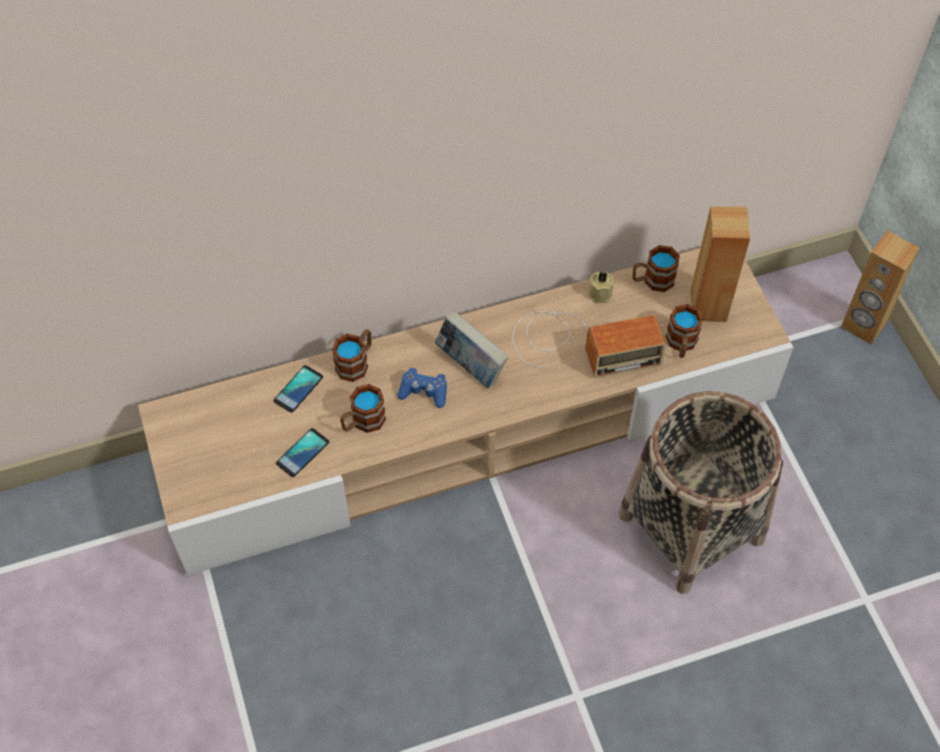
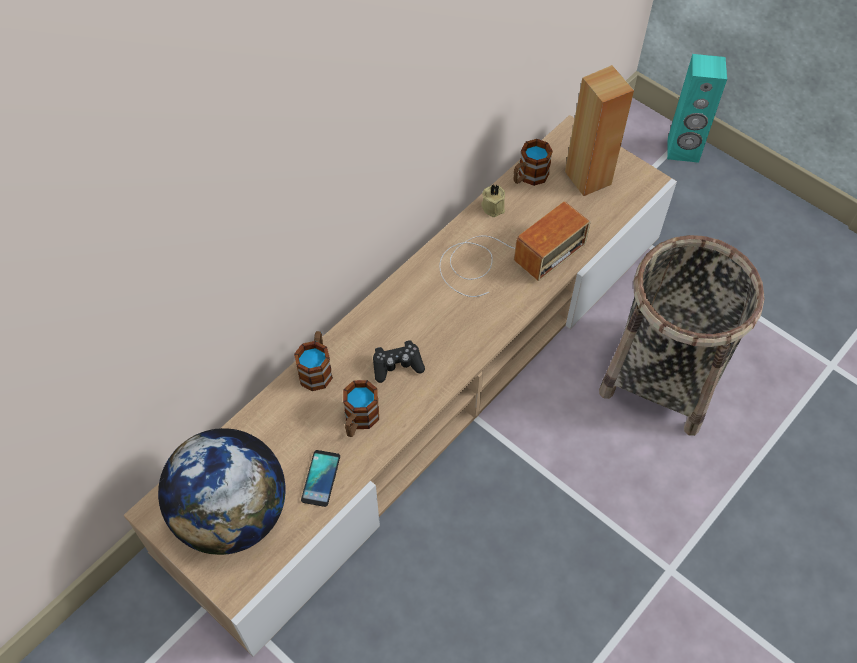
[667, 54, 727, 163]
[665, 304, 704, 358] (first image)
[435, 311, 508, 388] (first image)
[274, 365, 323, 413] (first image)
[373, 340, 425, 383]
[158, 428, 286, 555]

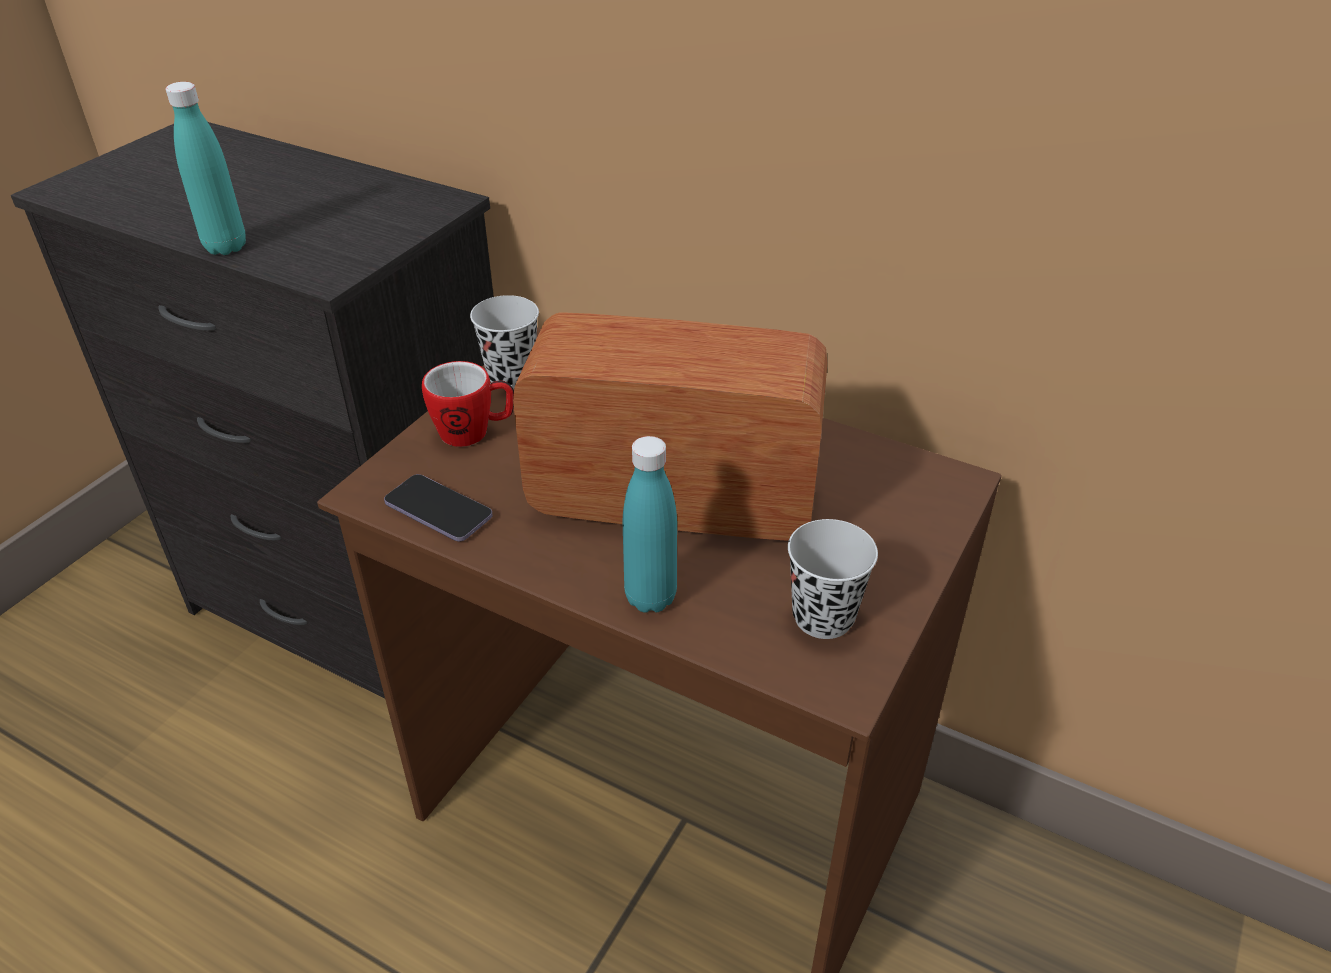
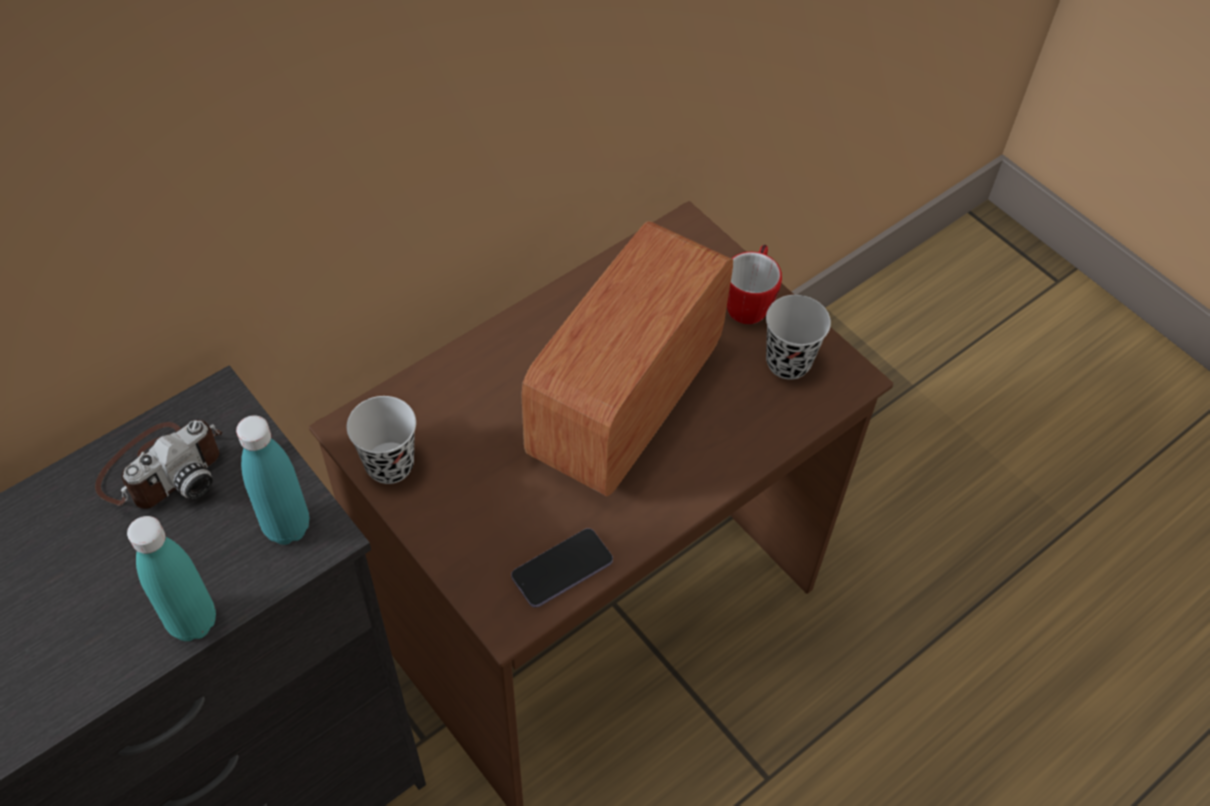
[727, 245, 782, 324]
[236, 415, 309, 545]
[95, 420, 222, 509]

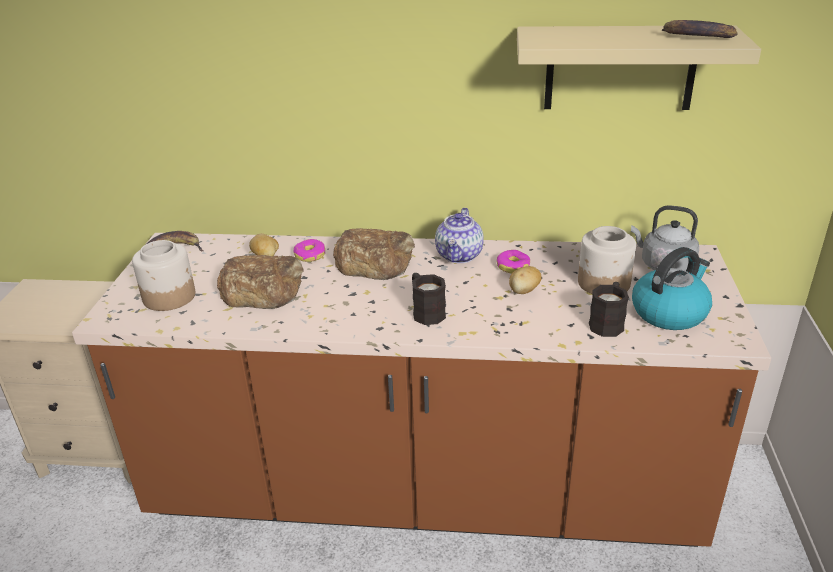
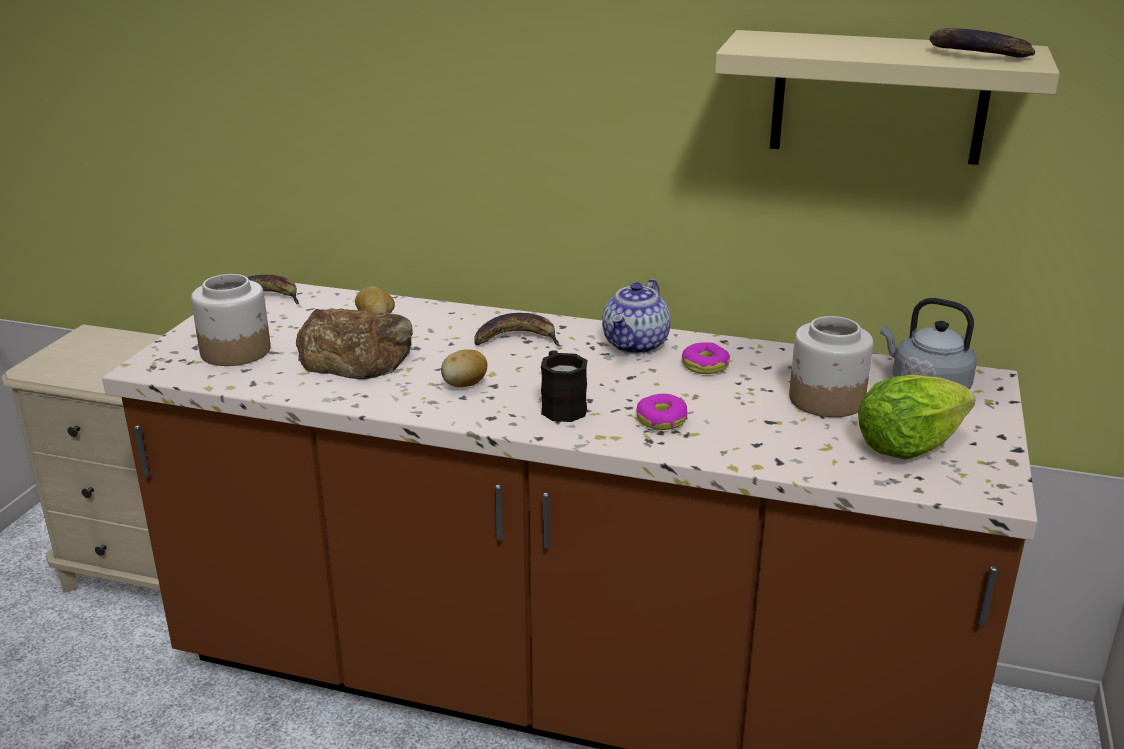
[474, 313, 561, 346]
[636, 393, 688, 430]
[858, 375, 976, 459]
[441, 350, 487, 387]
[589, 282, 629, 337] (first image)

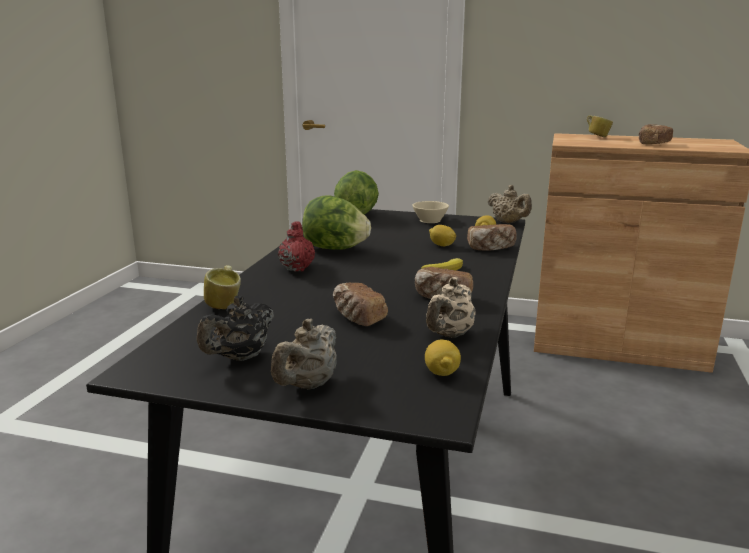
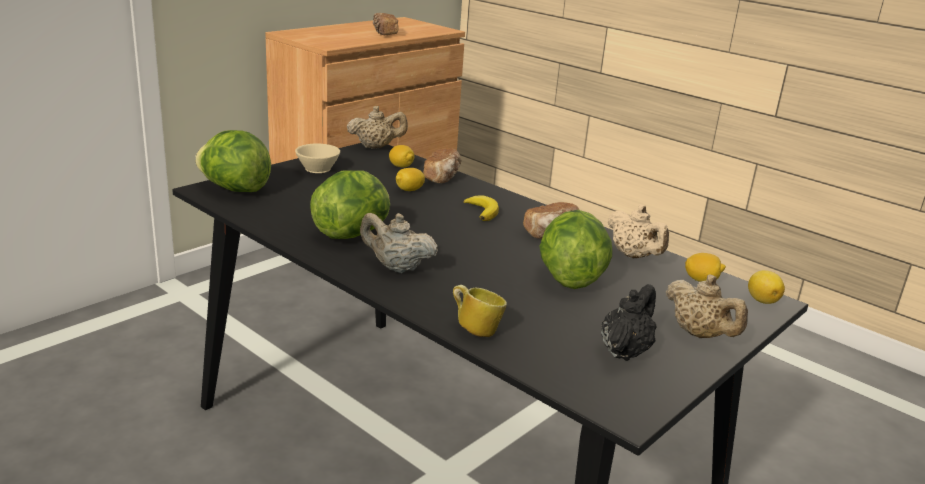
[587, 116, 613, 137] (first image)
[360, 213, 438, 273]
[540, 210, 613, 289]
[601, 284, 657, 361]
[748, 270, 785, 304]

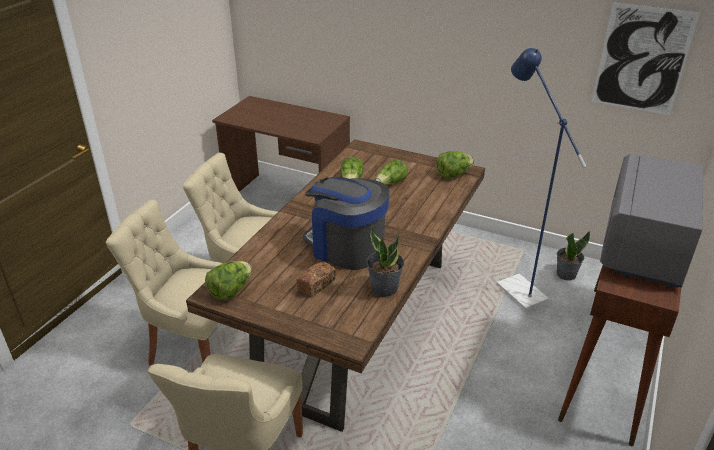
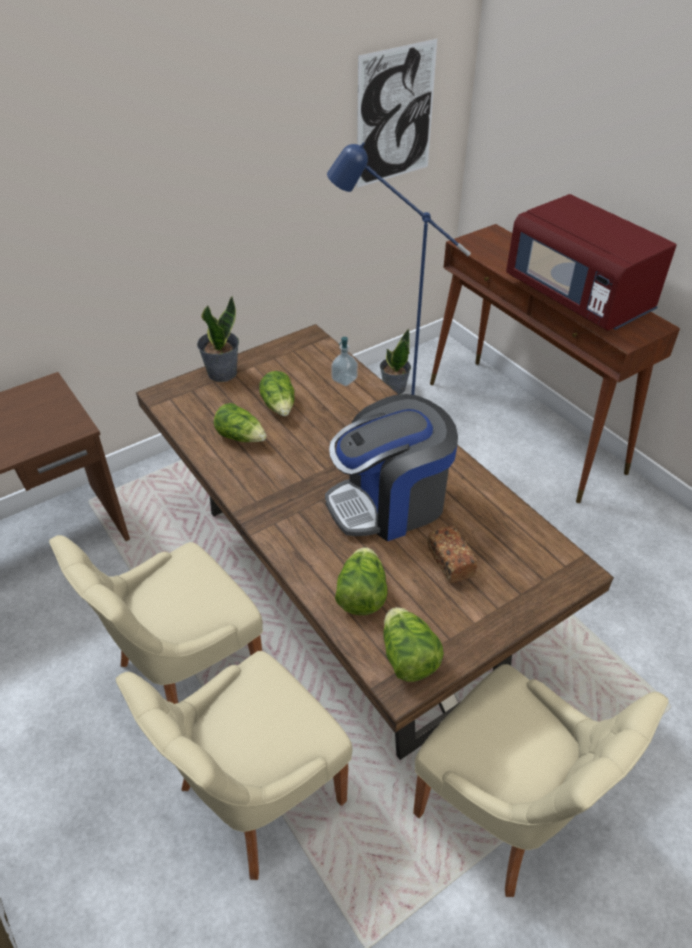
[335, 547, 387, 615]
[506, 194, 677, 331]
[197, 296, 239, 382]
[331, 337, 358, 386]

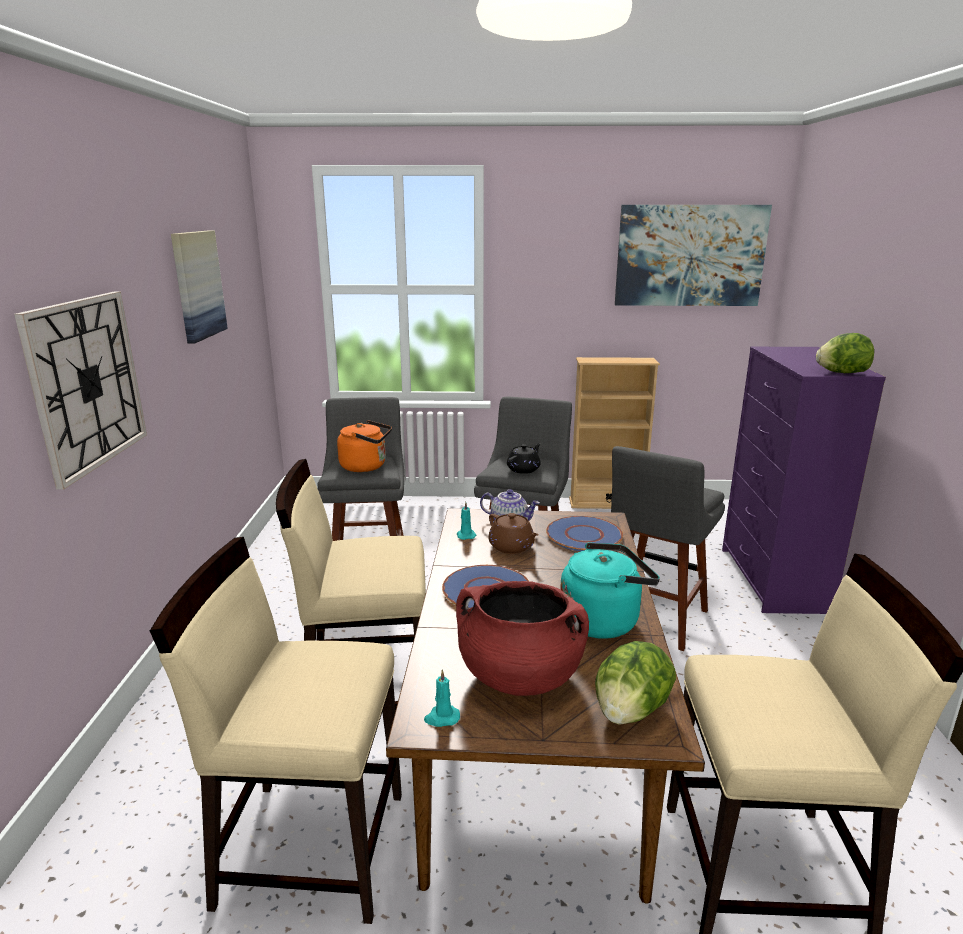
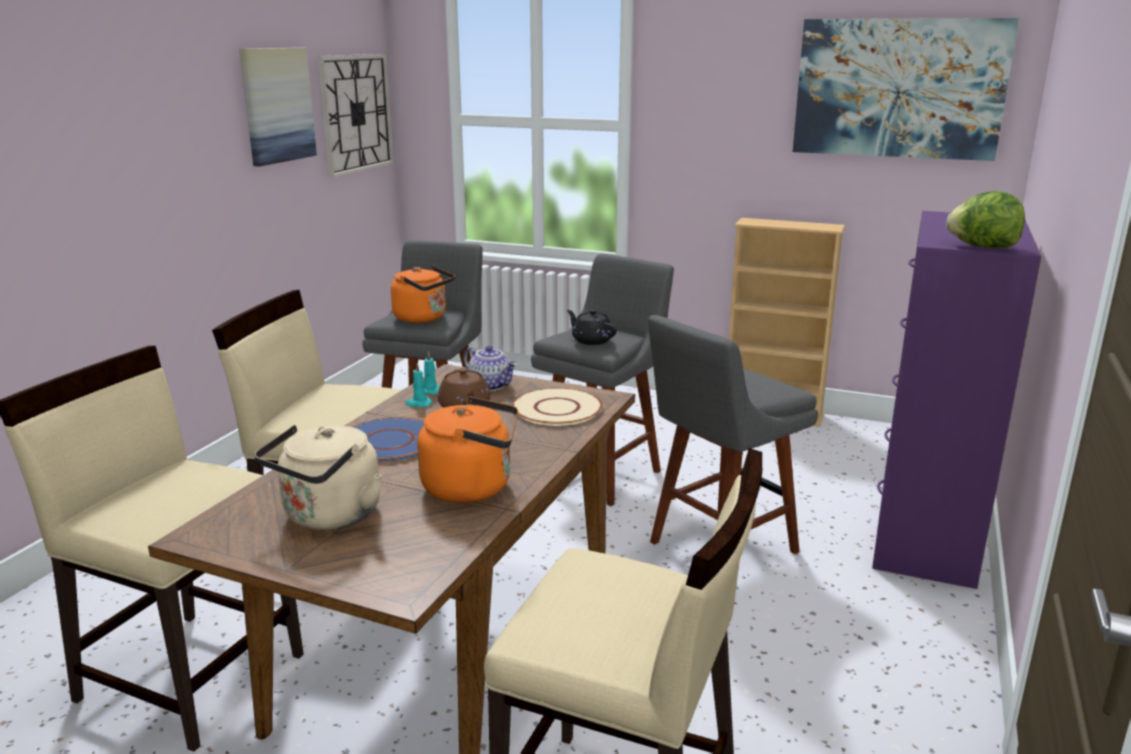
[317, 54, 394, 178]
[567, 310, 617, 345]
[512, 388, 603, 426]
[417, 397, 518, 503]
[254, 425, 382, 530]
[595, 641, 676, 725] (first image)
[405, 363, 433, 407]

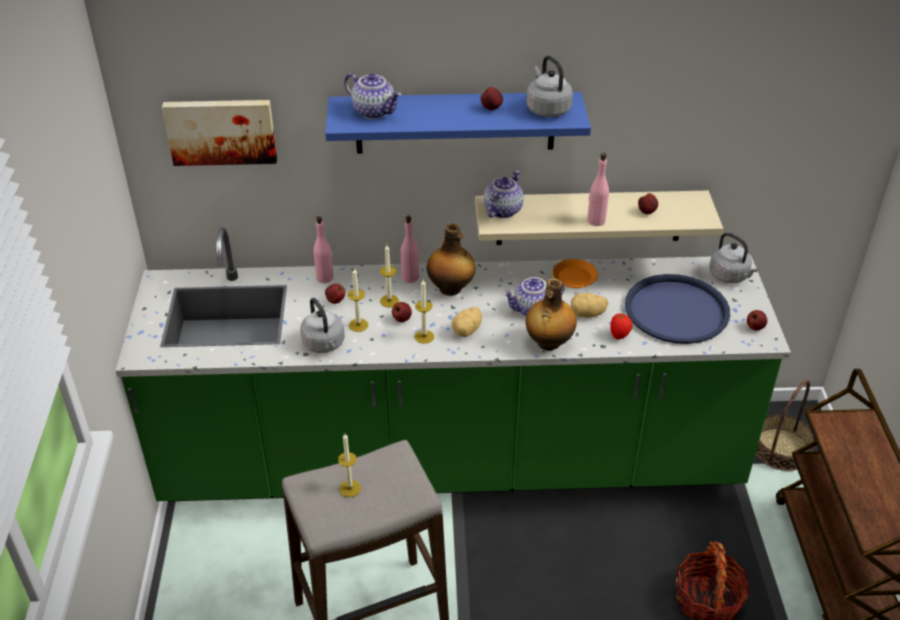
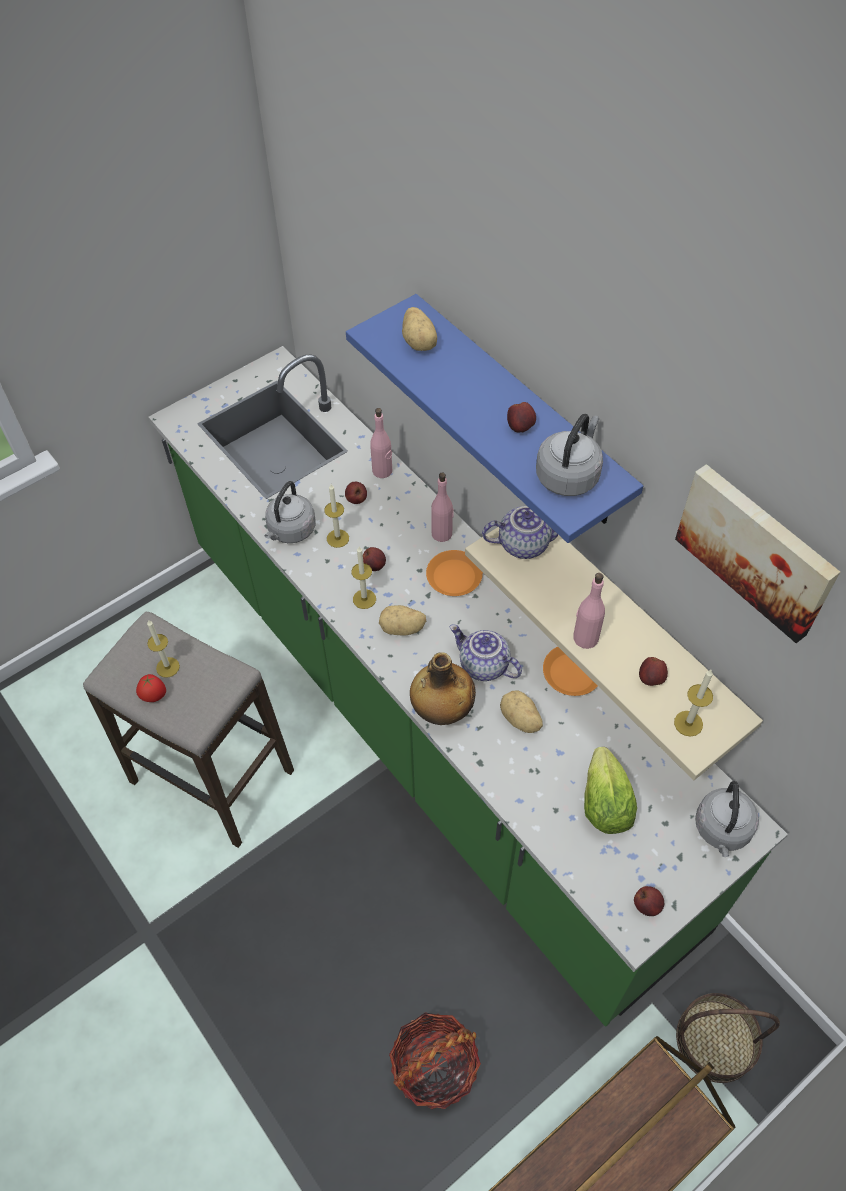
[402, 307, 437, 351]
[675, 464, 840, 643]
[426, 550, 483, 596]
[674, 670, 713, 737]
[584, 747, 637, 834]
[136, 674, 166, 702]

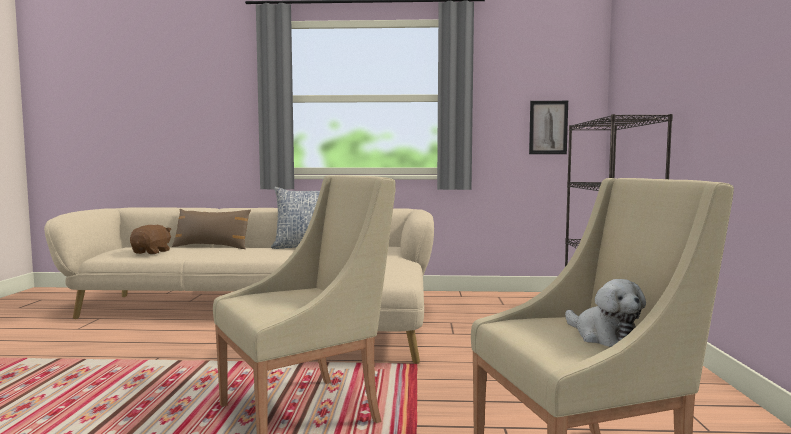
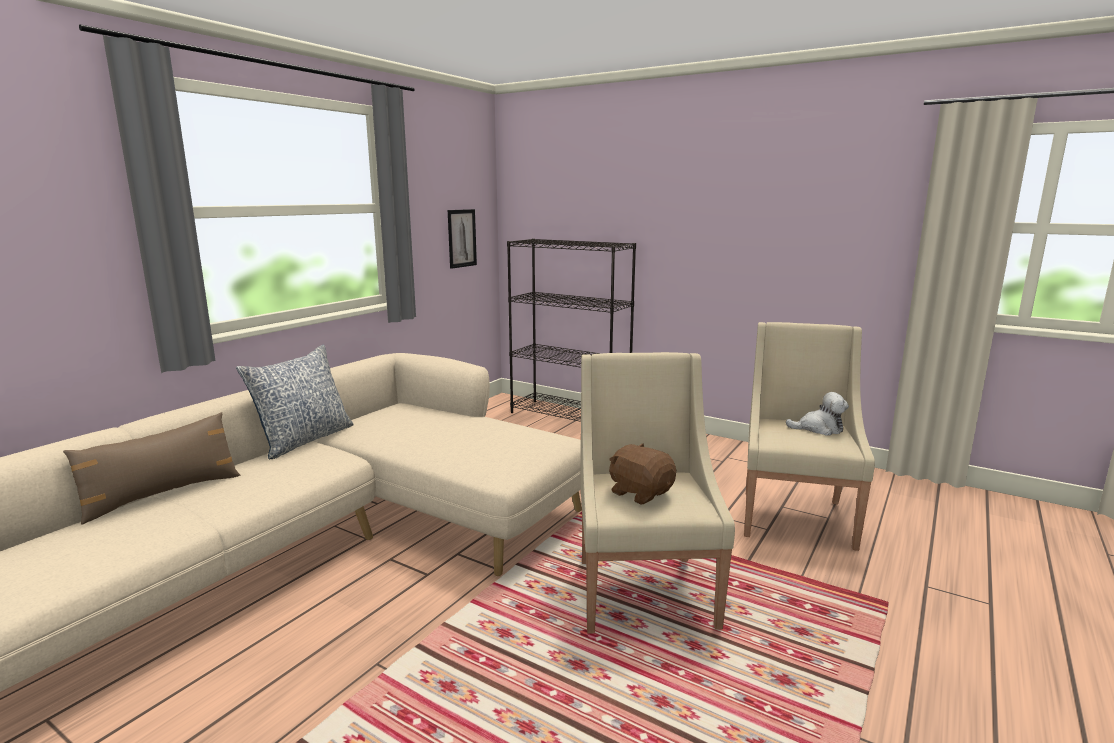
[609, 443, 676, 505]

